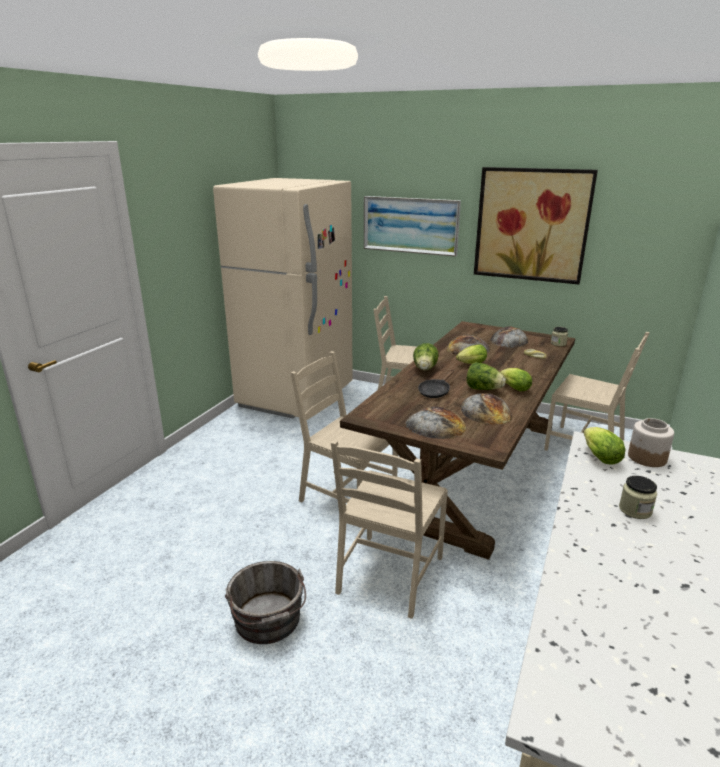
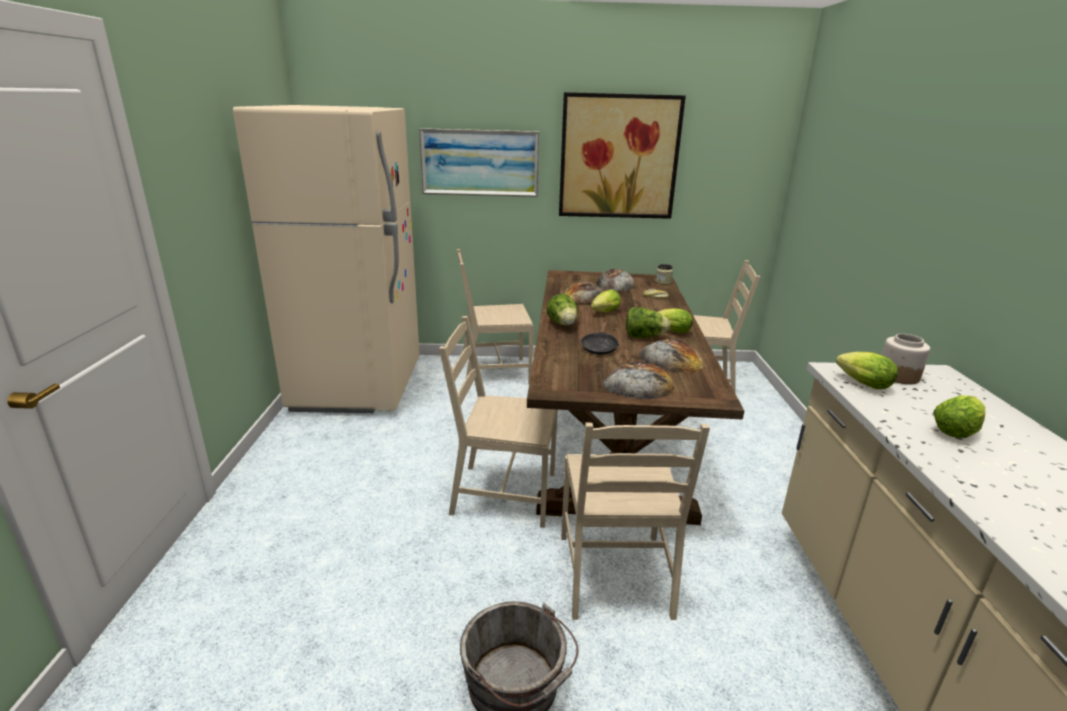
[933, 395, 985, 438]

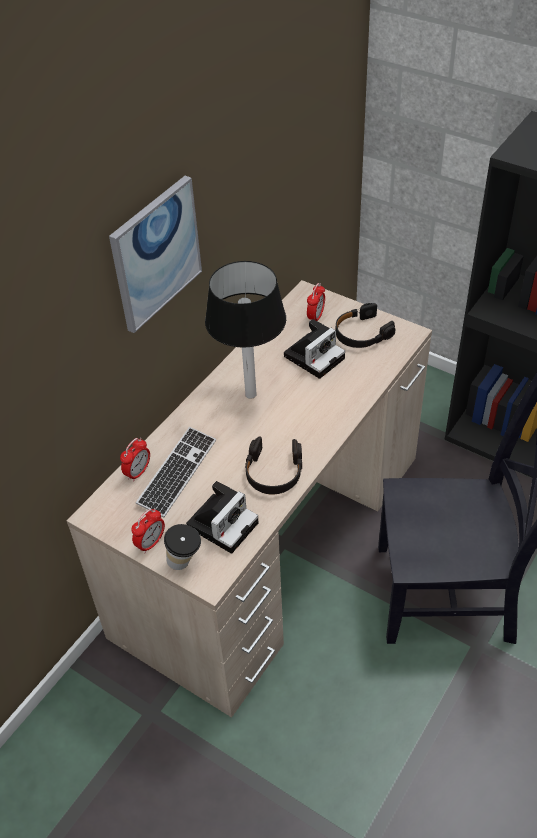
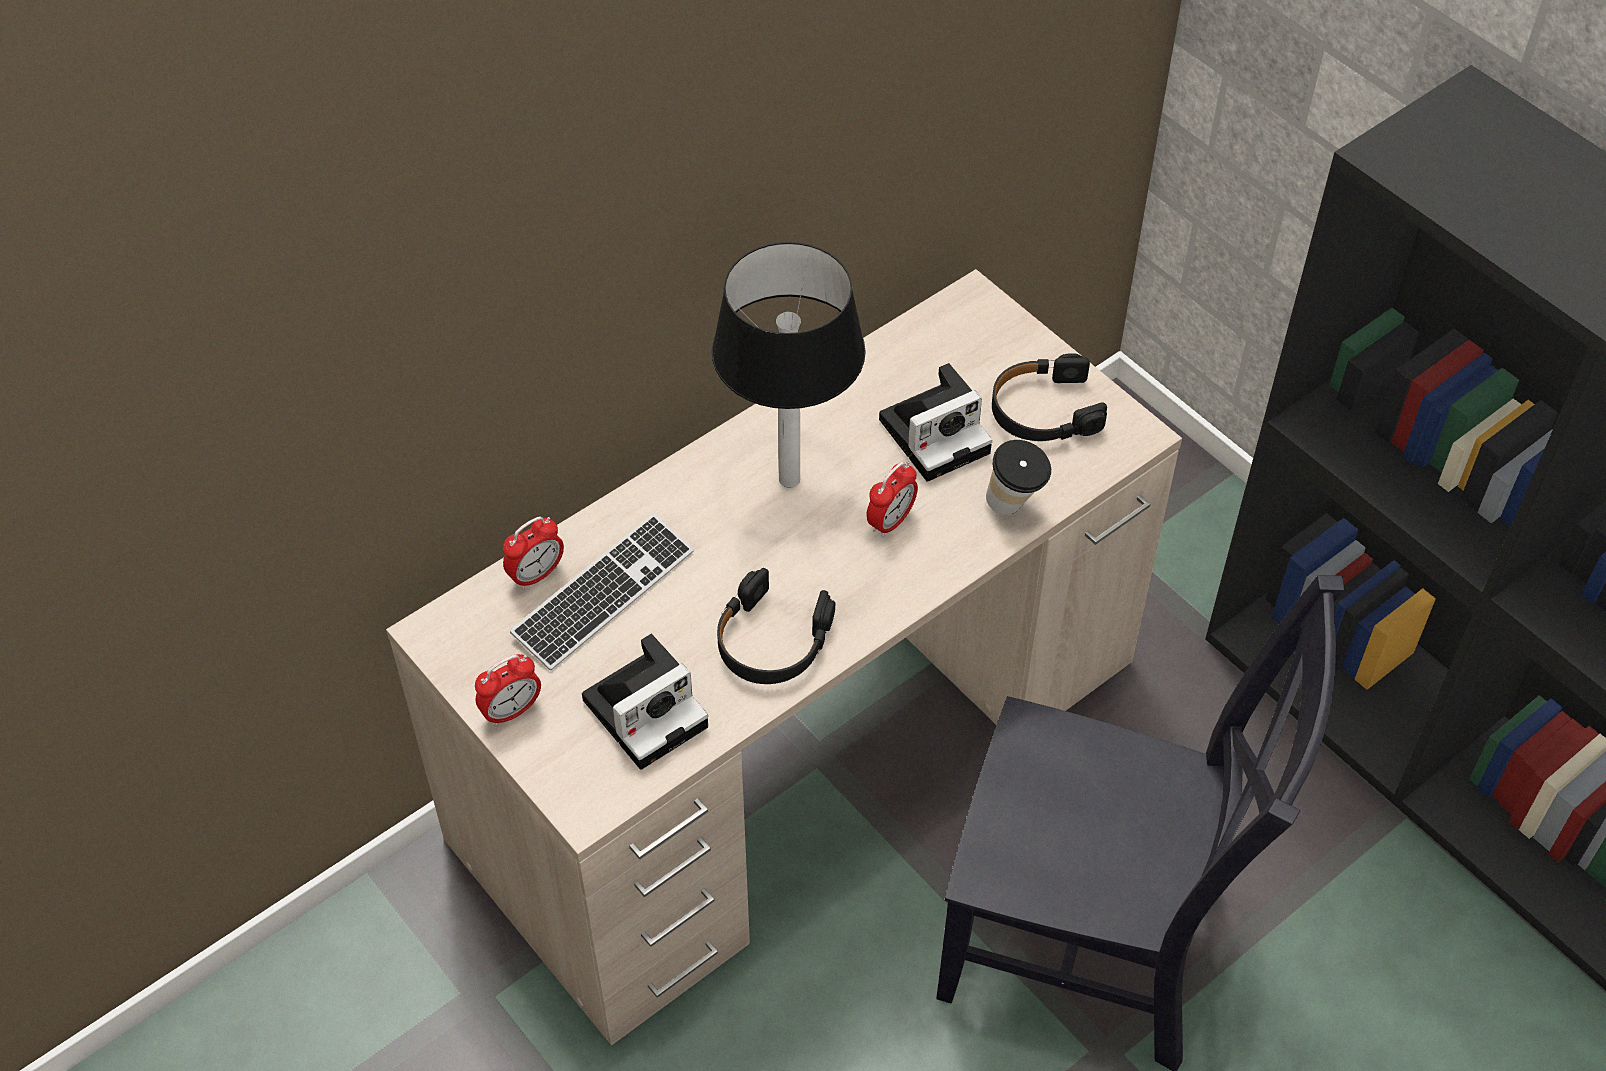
[109, 176, 202, 333] (first image)
[866, 462, 918, 538]
[986, 440, 1051, 515]

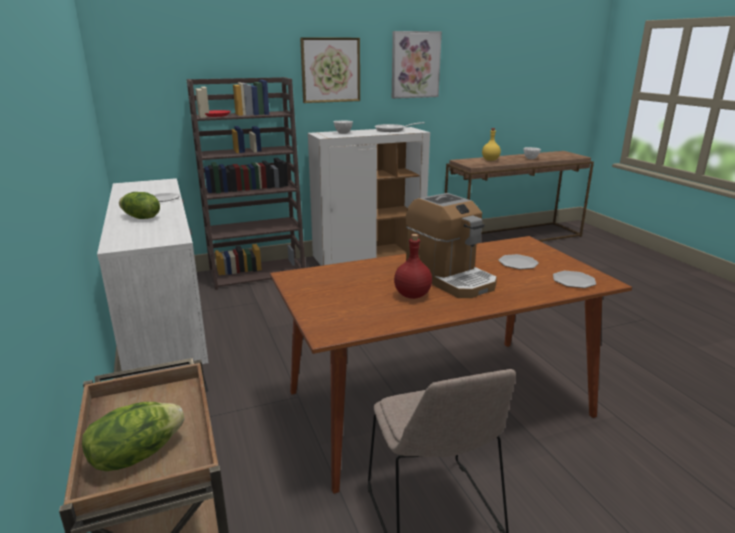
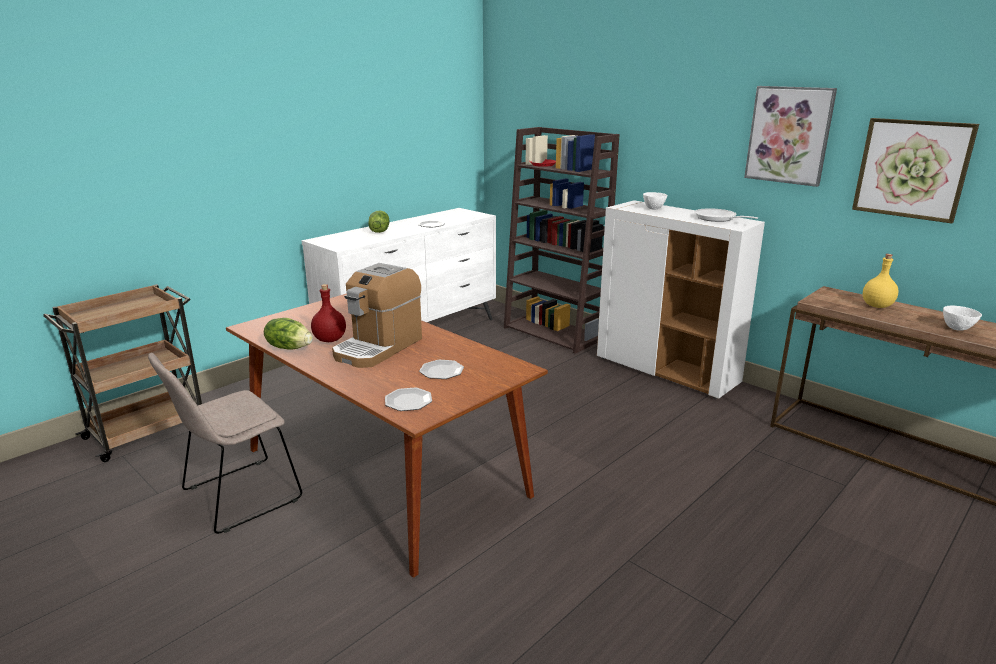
[852, 118, 979, 223]
[264, 318, 313, 350]

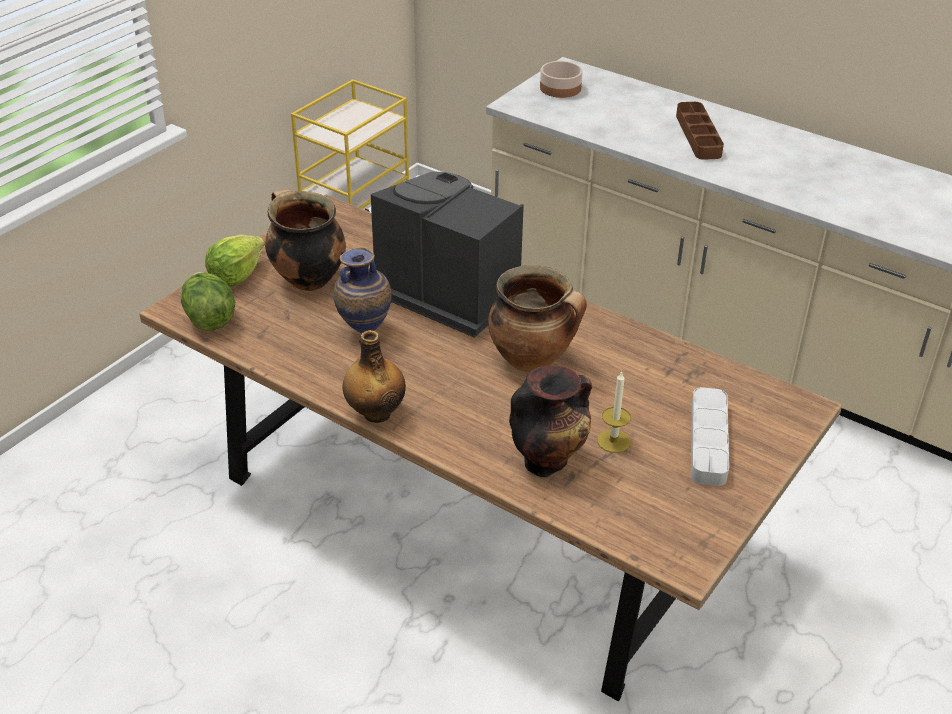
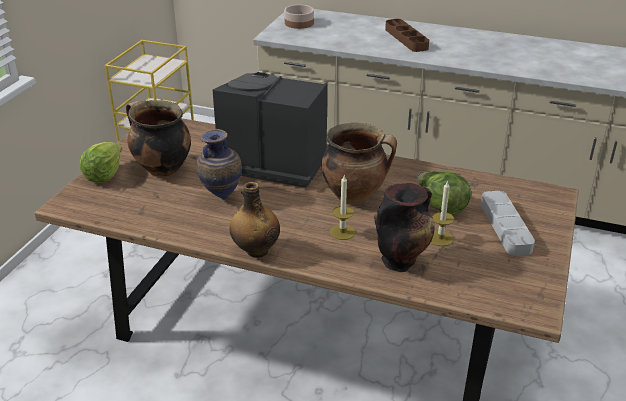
[417, 170, 471, 215]
[330, 176, 355, 240]

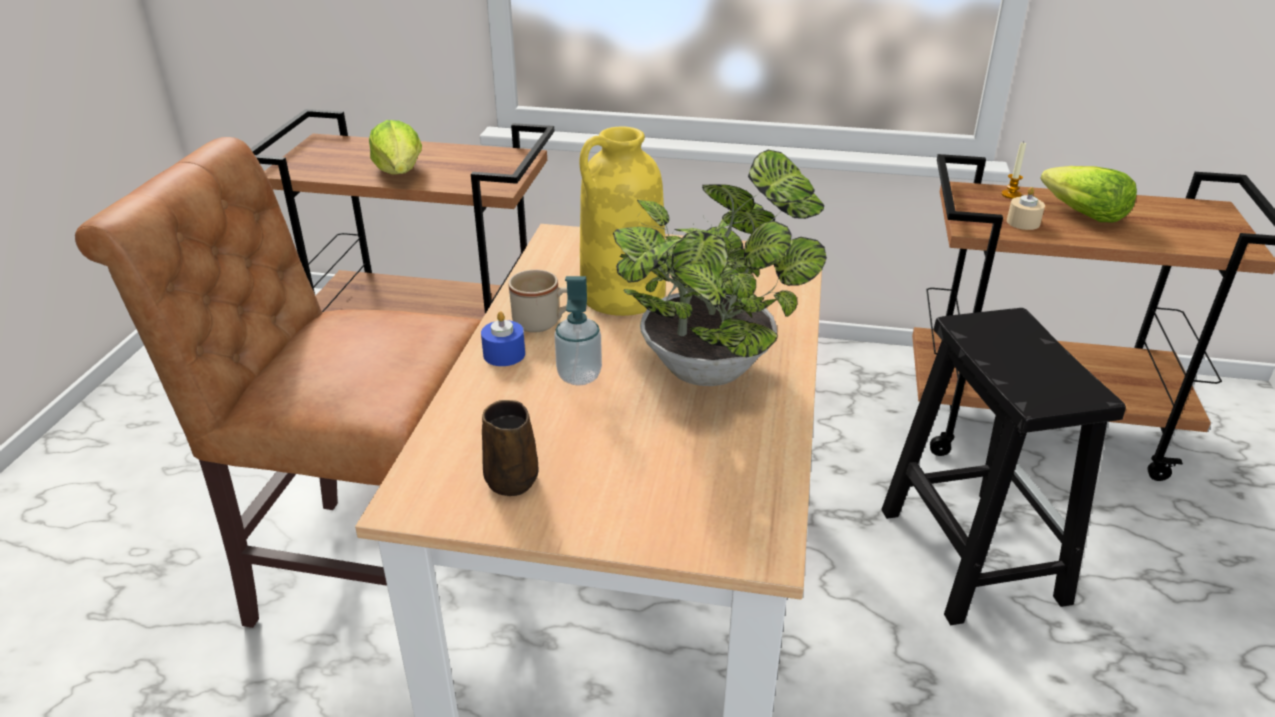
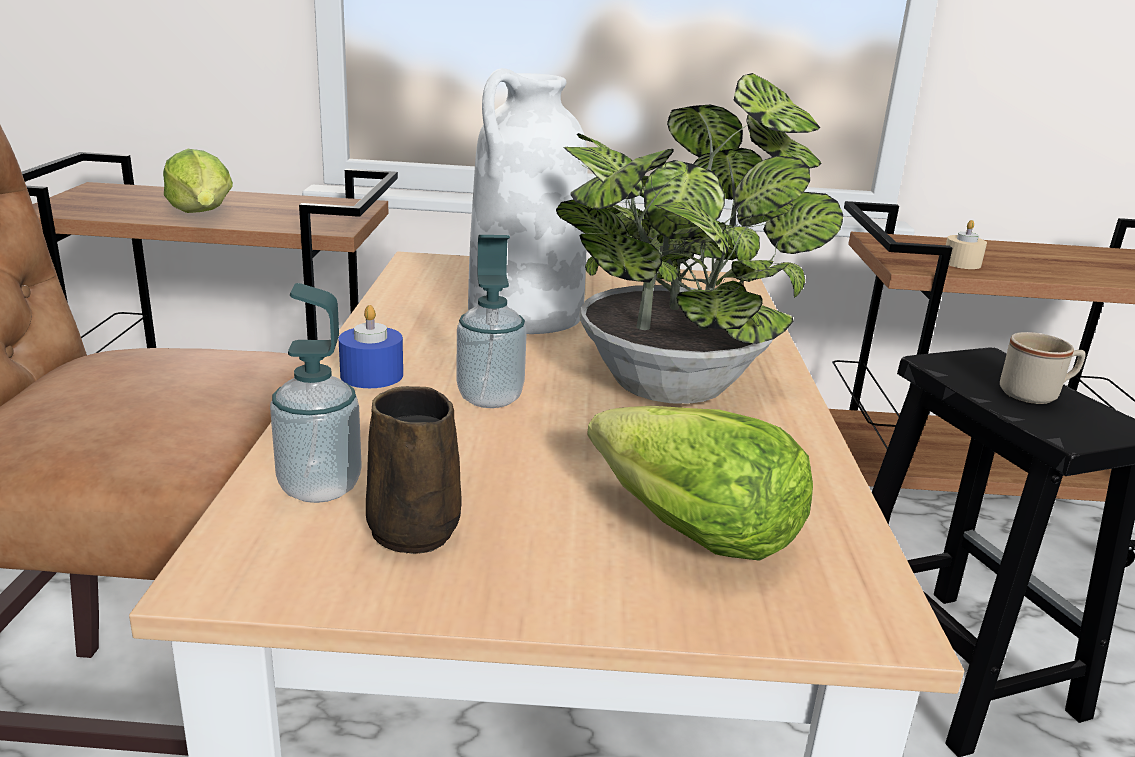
[468, 68, 587, 334]
[1001, 141, 1026, 199] (first image)
[587, 406, 813, 561]
[1000, 332, 1086, 404]
[270, 283, 362, 503]

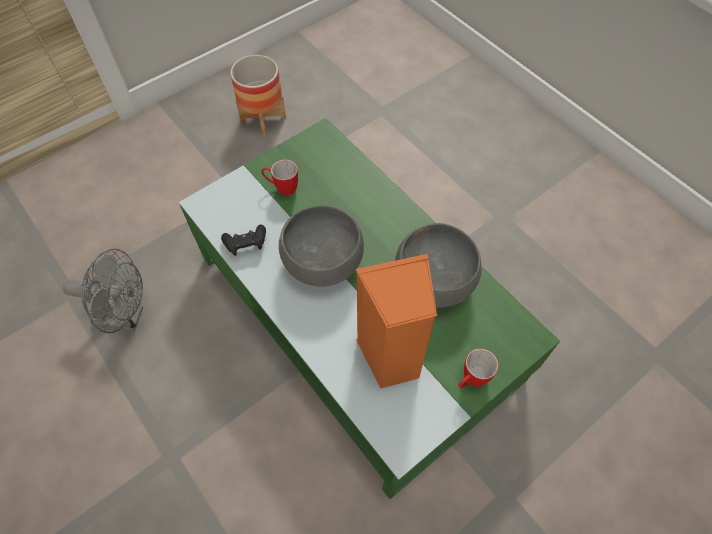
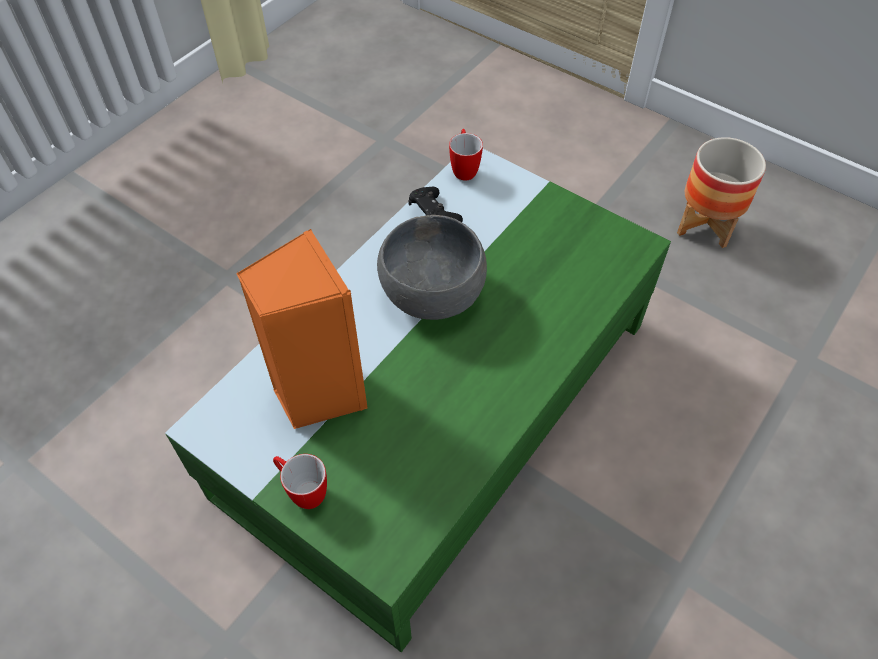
[449, 129, 483, 181]
[395, 223, 482, 308] (first image)
[63, 248, 143, 333] (first image)

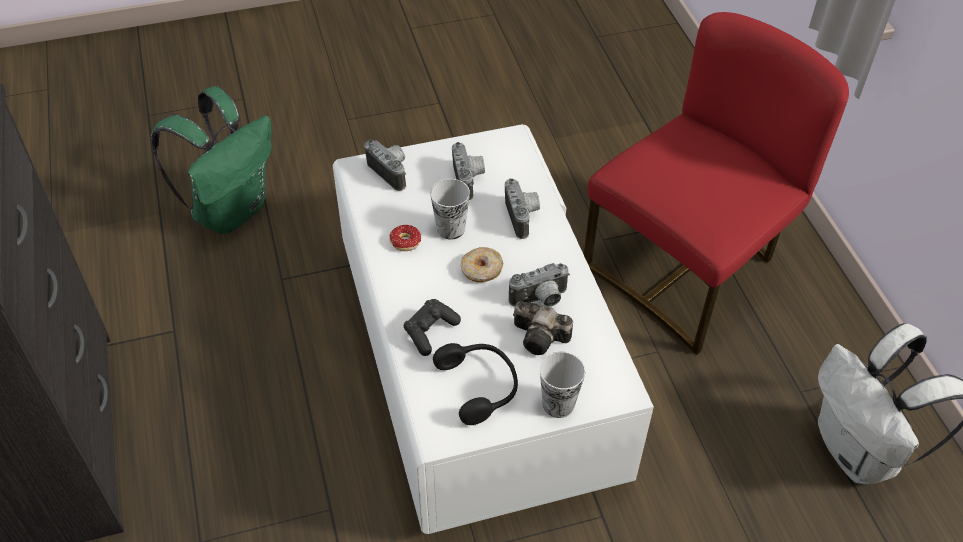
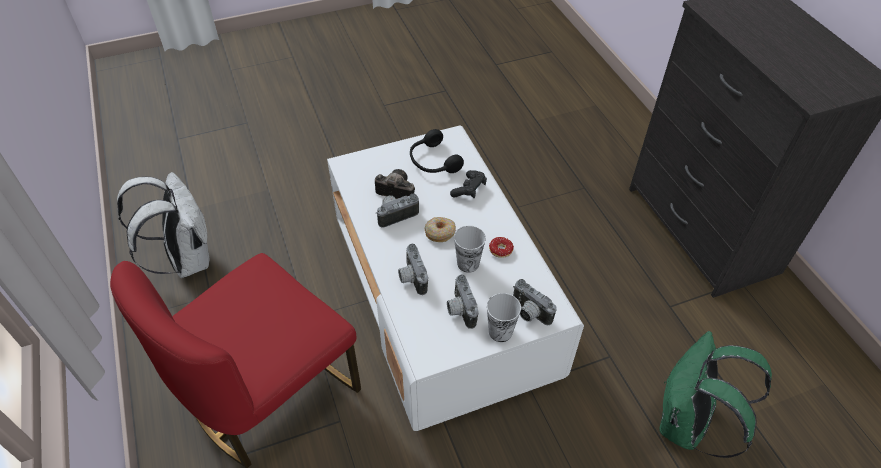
[487, 293, 521, 342]

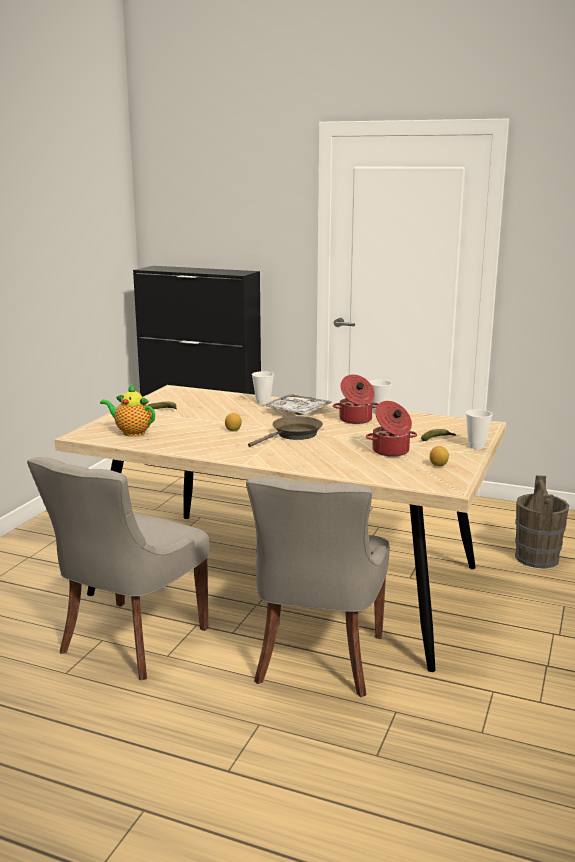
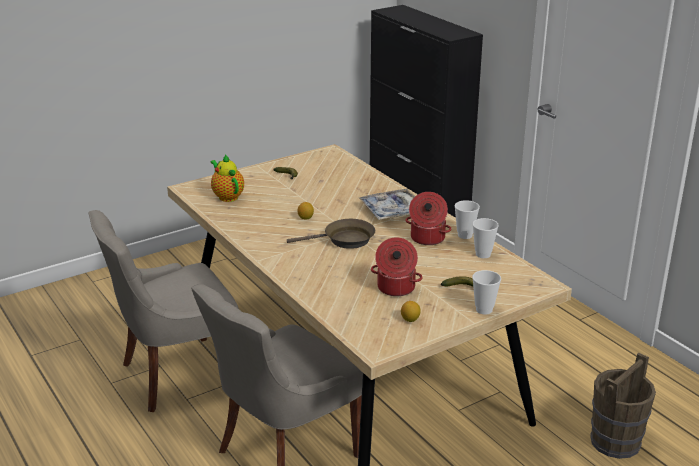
[472, 218, 499, 258]

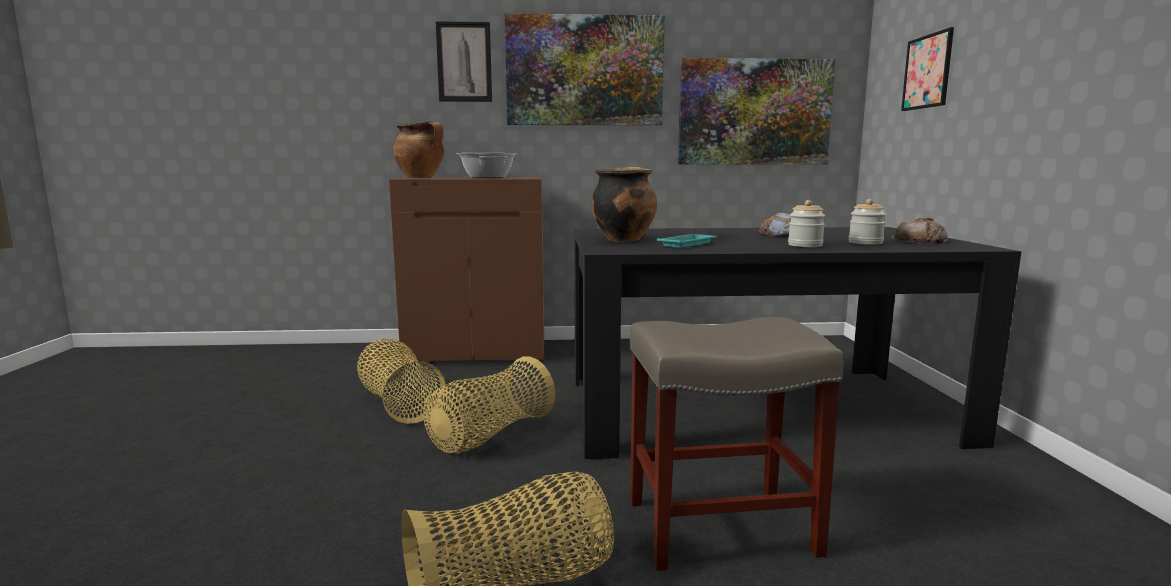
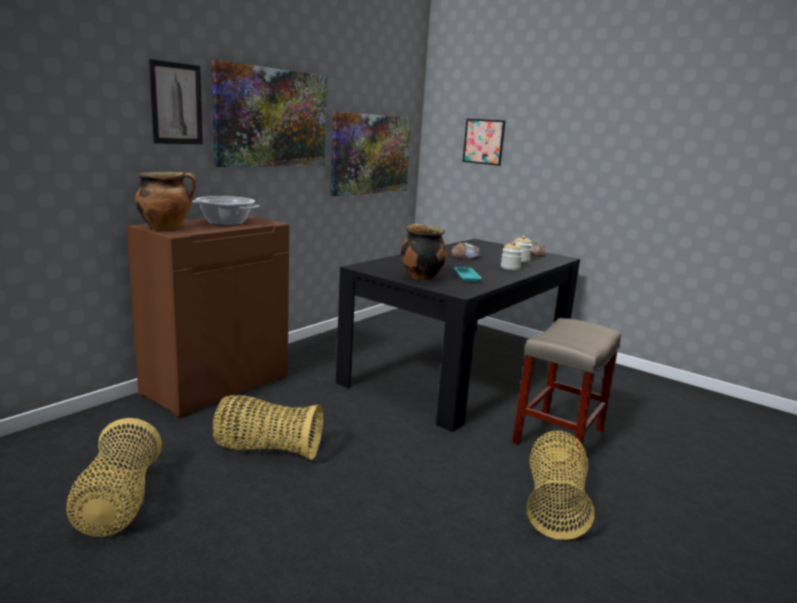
[66, 418, 162, 537]

